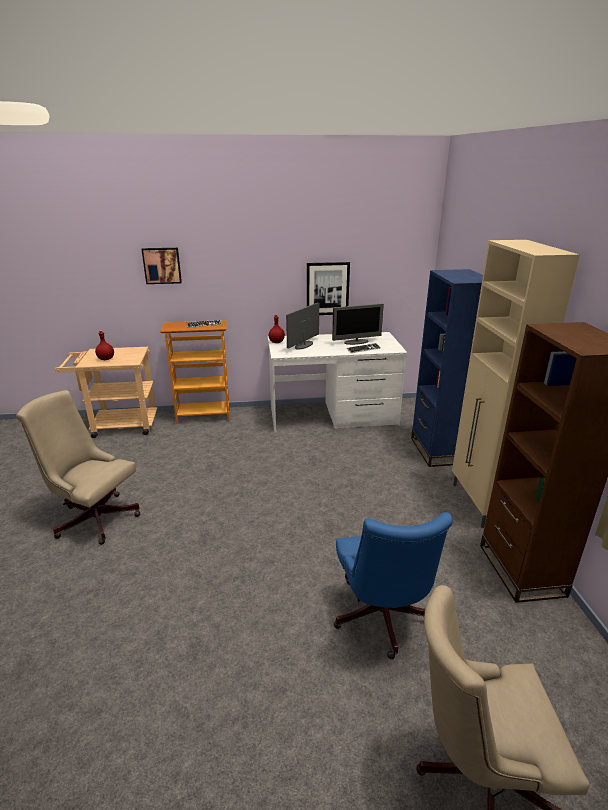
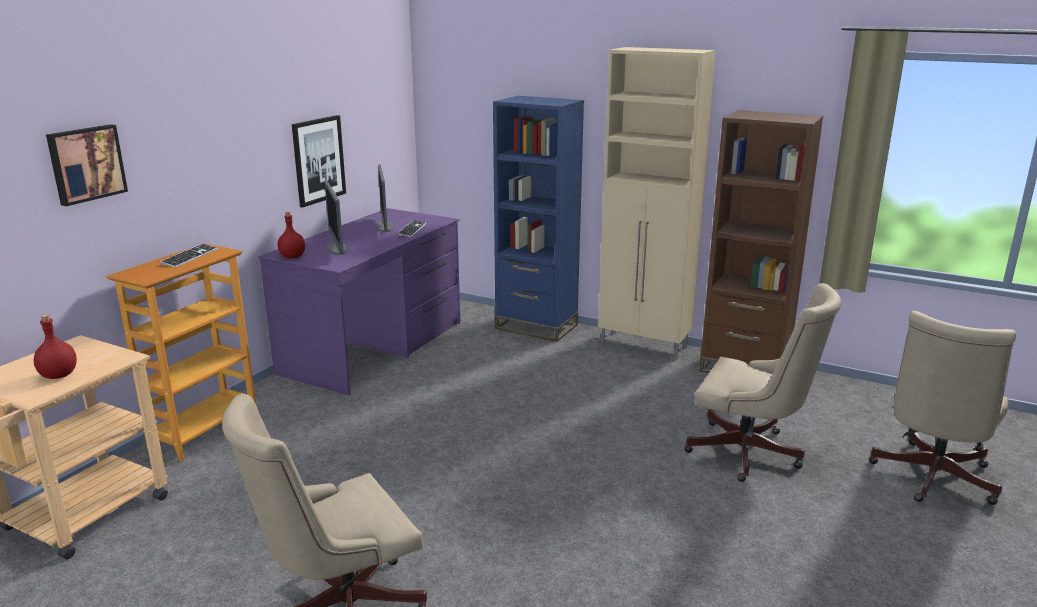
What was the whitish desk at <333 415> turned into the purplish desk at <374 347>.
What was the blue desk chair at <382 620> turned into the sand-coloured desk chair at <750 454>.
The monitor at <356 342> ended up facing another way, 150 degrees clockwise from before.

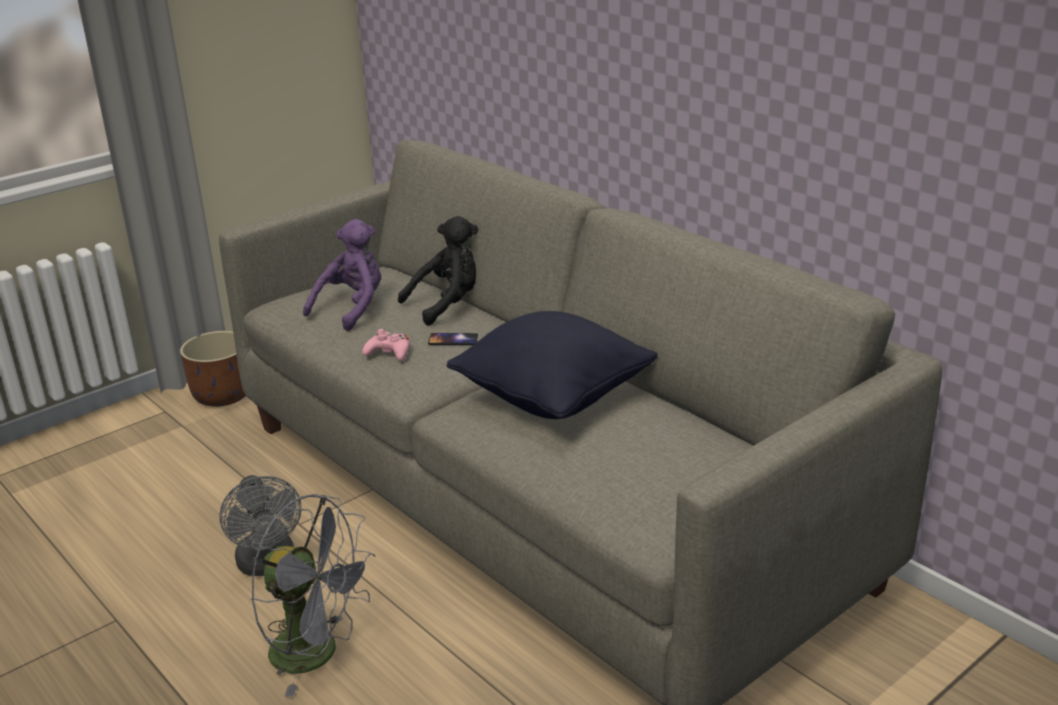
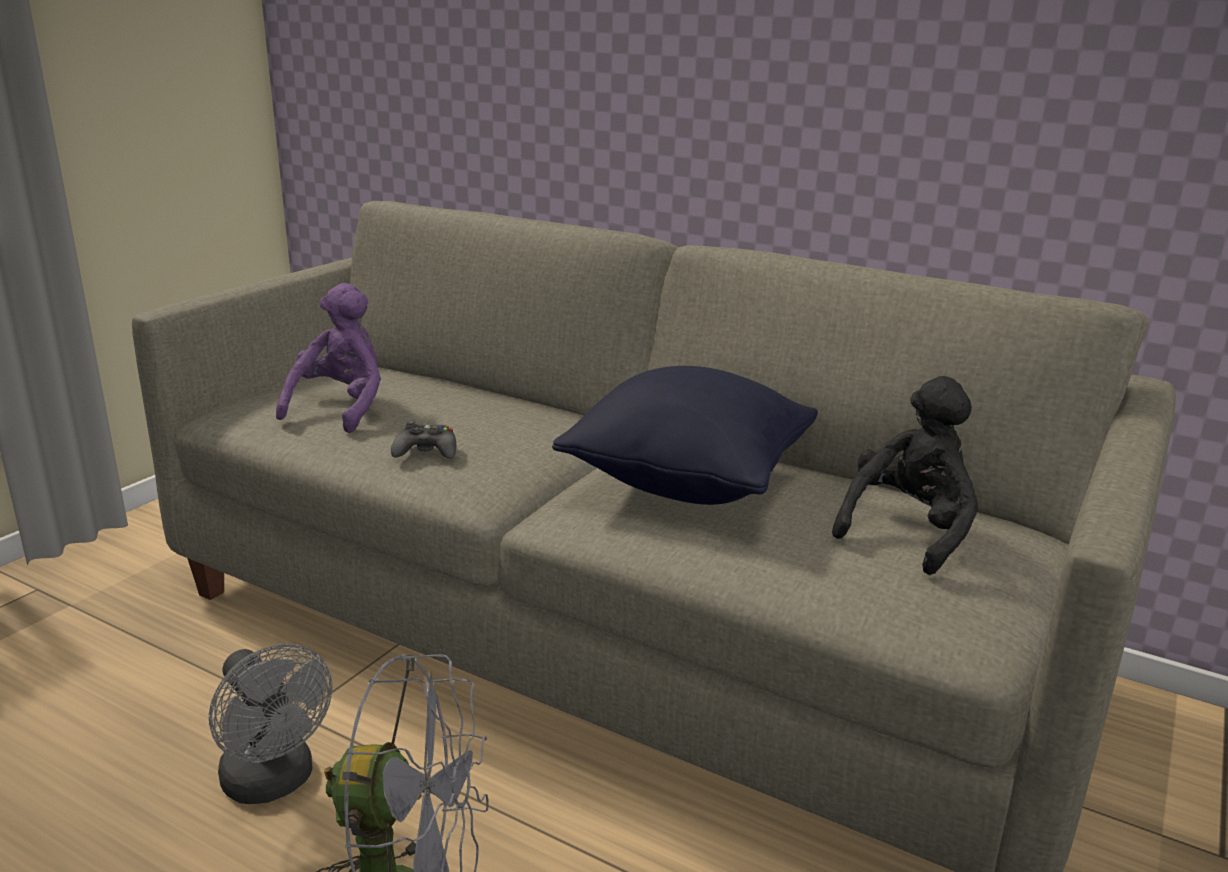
The second view lost the brownish plant pot at <223 395>.
The second view lost the handset at <453 340>.
The black soft toy ended up elsewhere, having gone from <448 304> to <908 531>.
What was the pink-coloured gamepad at <389 352> turned into the black gamepad at <426 452>.

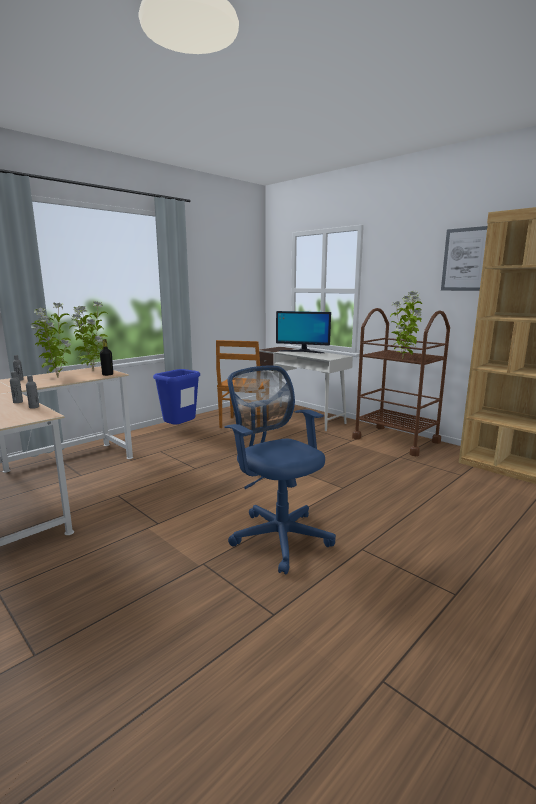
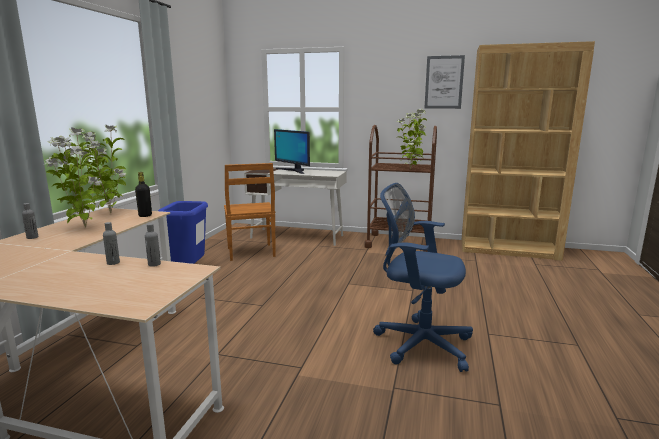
The monitor at <302 351> ended up facing another way, 60 degrees clockwise from before.

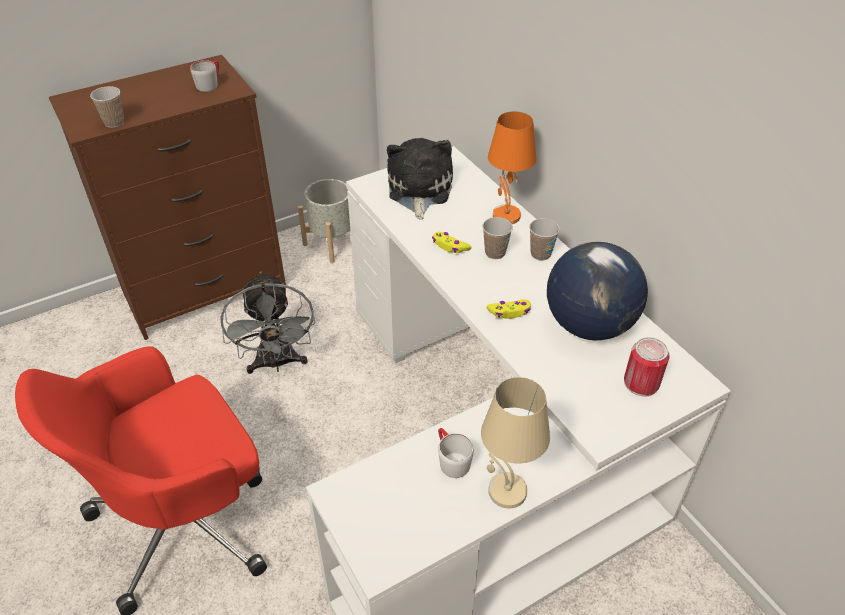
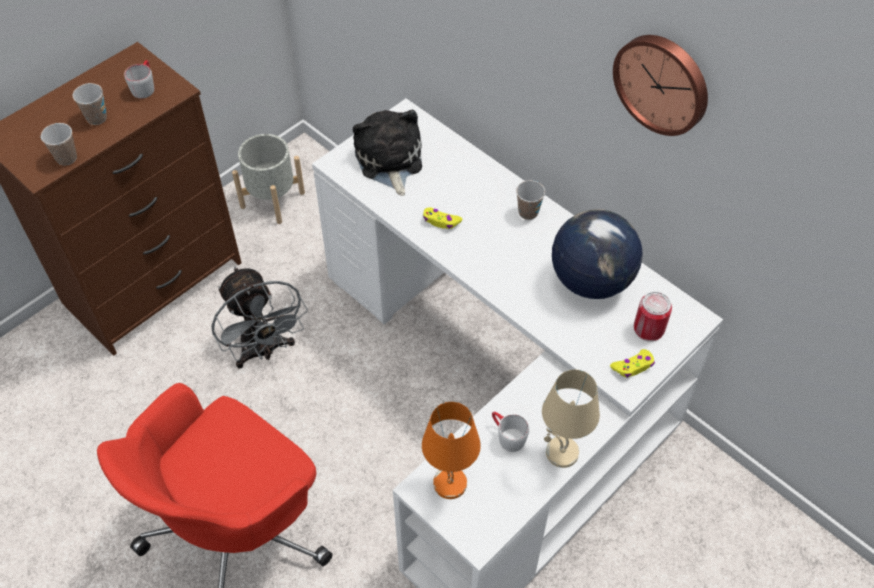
The second view gained the wall clock at <663 83>.
The small cup ended up elsewhere, having gone from <495 253> to <96 118>.
The yellowish gamepad ended up elsewhere, having gone from <509 312> to <633 366>.
The orange-coloured table lamp ended up elsewhere, having gone from <505 215> to <448 483>.

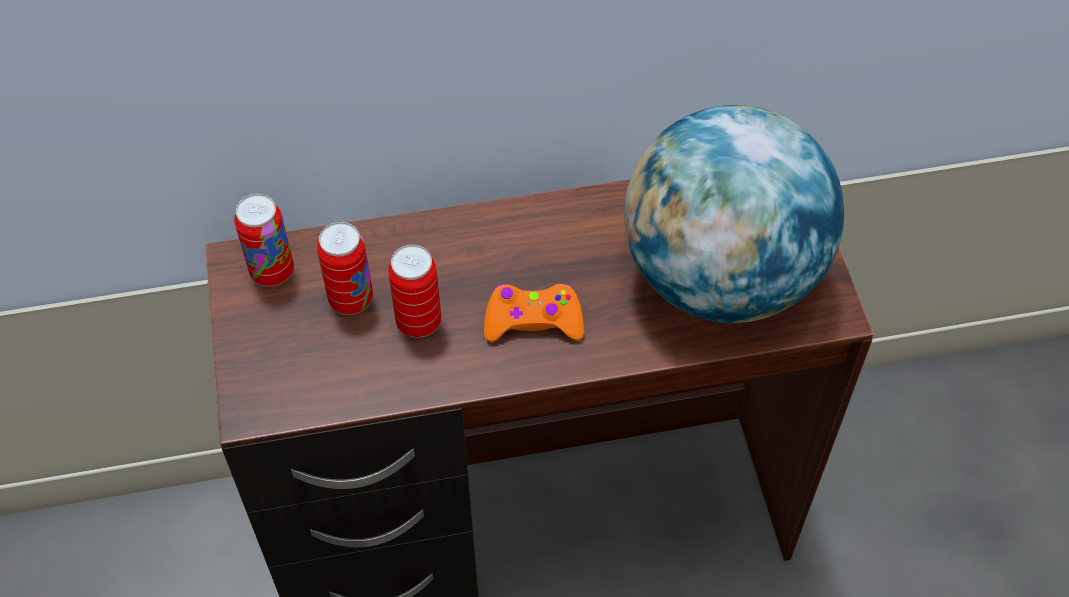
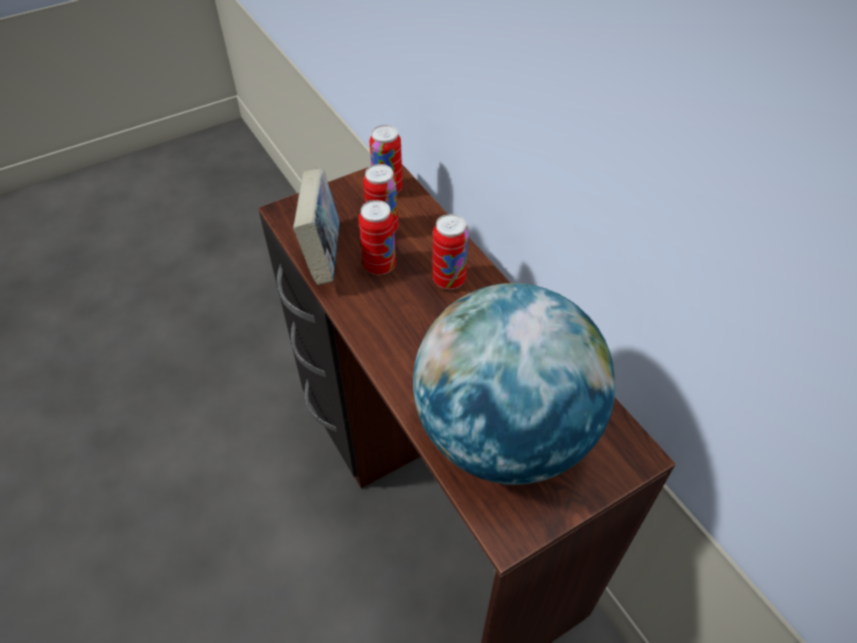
The second view lost the orange-coloured gamepad at <533 320>.
The second view gained the volume at <323 255>.
The second view gained the metal can at <449 280>.

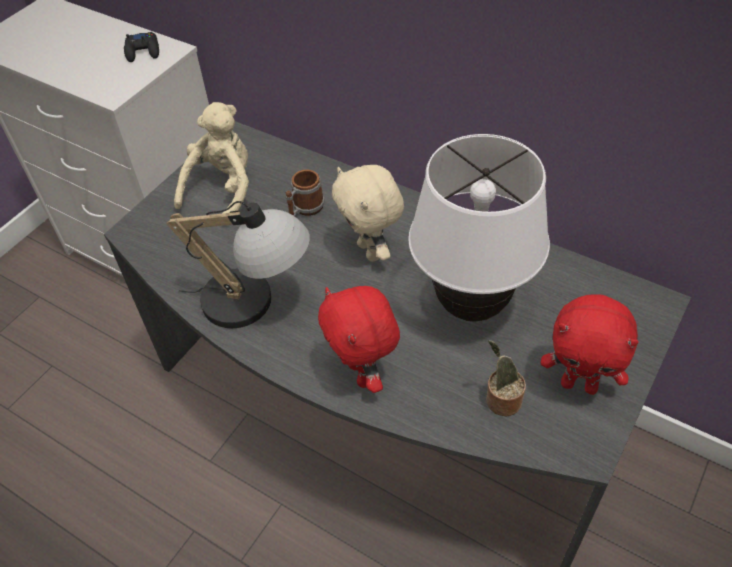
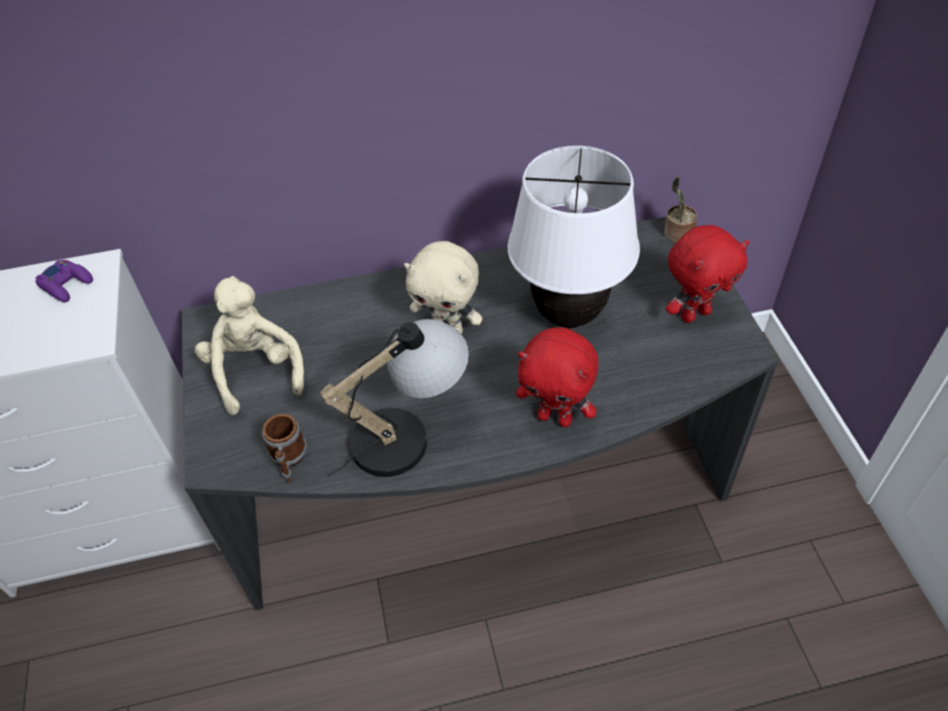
The mug ended up elsewhere, having gone from <304 210> to <289 460>.
The plant in a pot ended up elsewhere, having gone from <500 400> to <676 234>.
What was the black gamepad at <143 51> turned into the purplish gamepad at <67 284>.

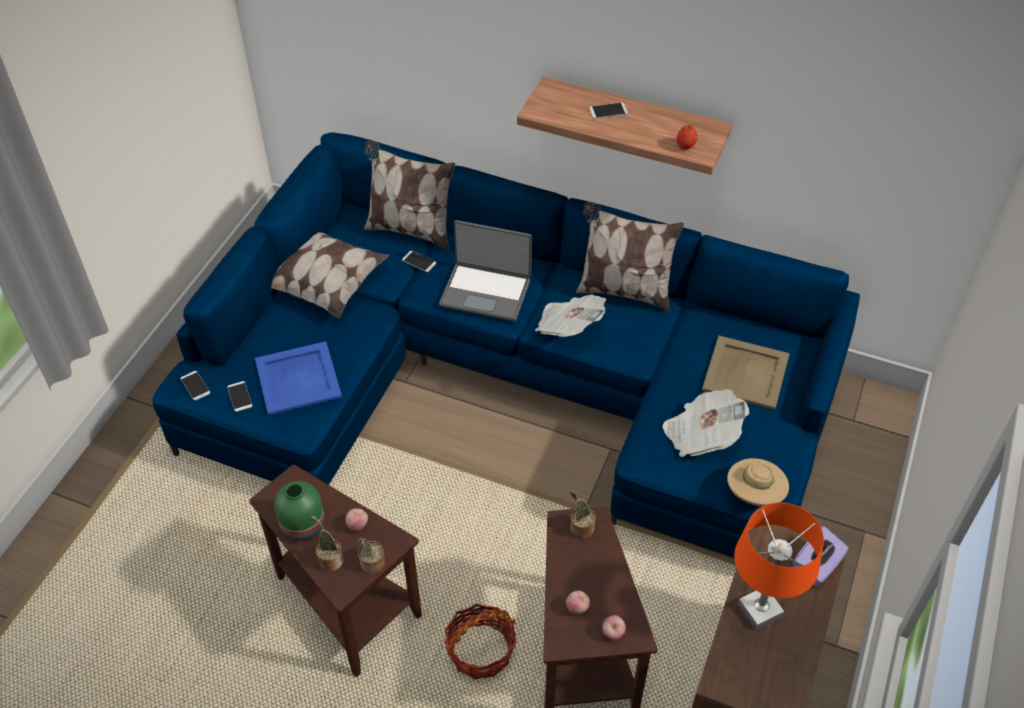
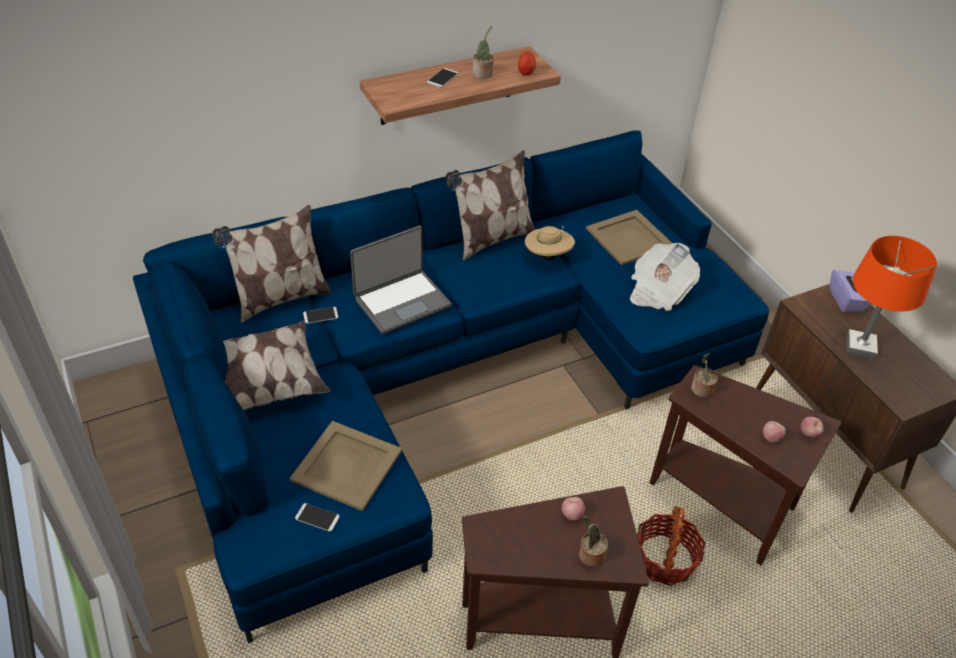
The second view lost the handset at <195 386>.
The second view lost the green flower vase at <302 524>.
The second view lost the daily paper at <569 327>.
The plant in a pot ended up elsewhere, having gone from <371 564> to <483 74>.
The sand-coloured clothing hat ended up elsewhere, having gone from <754 495> to <548 256>.
What was the blue carrying tray at <298 378> turned into the sand-coloured carrying tray at <346 464>.

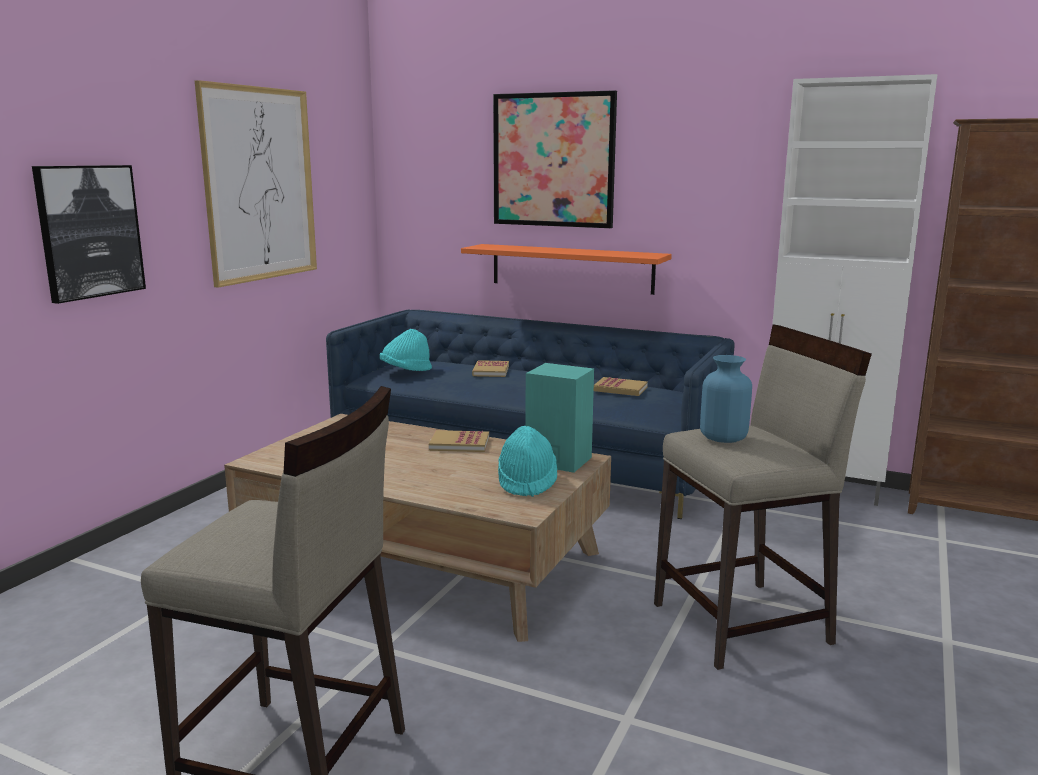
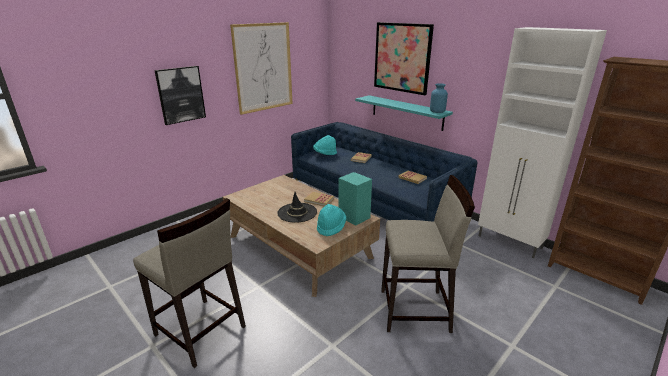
The second view gained the black clothing hat at <297 213>.
The blue flower vase ended up elsewhere, having gone from <723 438> to <437 112>.
What was the orange-coloured shelf at <571 268> turned into the turquoise shelf at <406 112>.

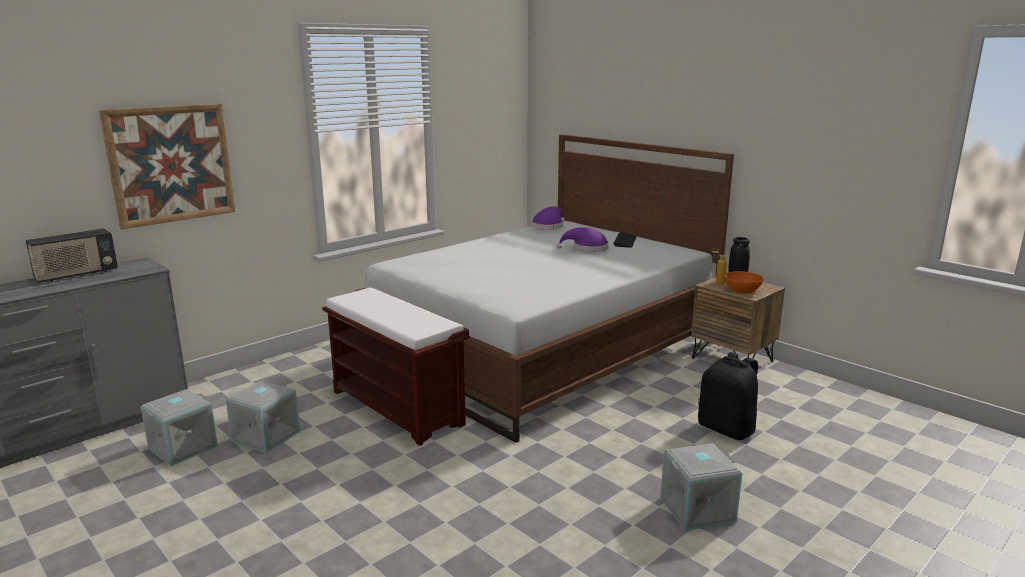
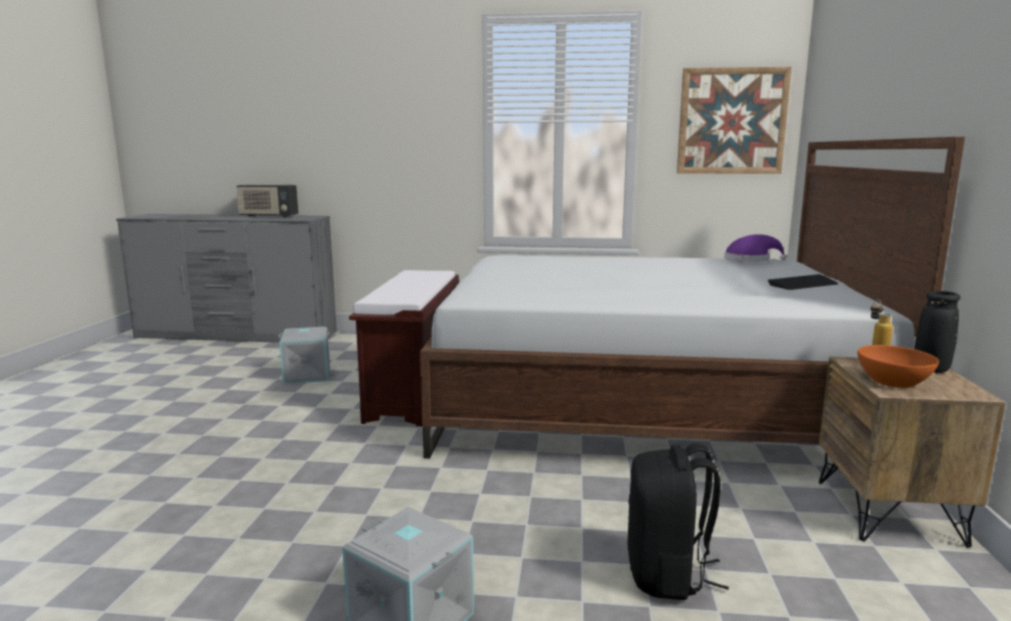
The second view lost the greyish storage container at <183 447>.
The second view lost the purplish clothing hat at <587 248>.
The picture ended up elsewhere, having gone from <171 164> to <732 121>.

